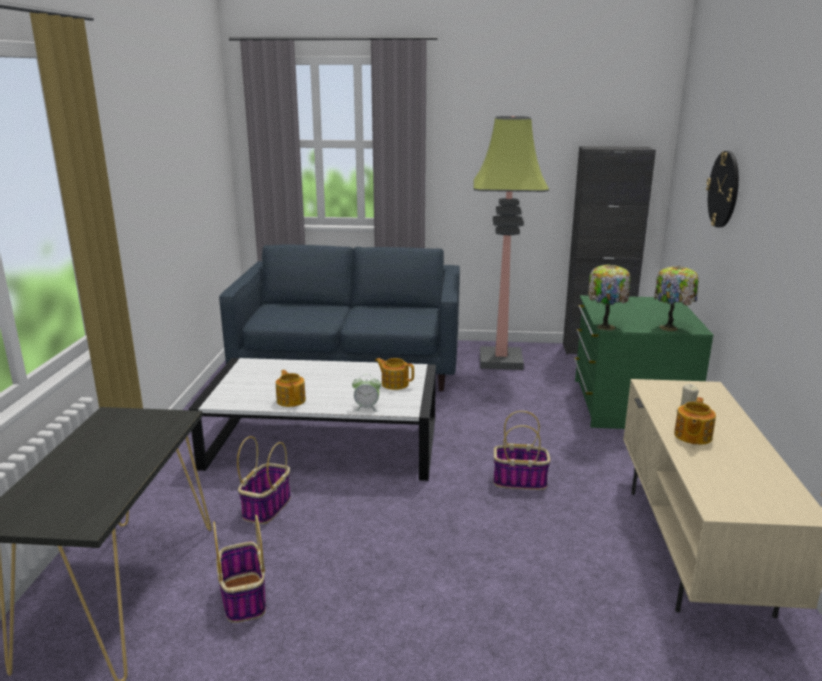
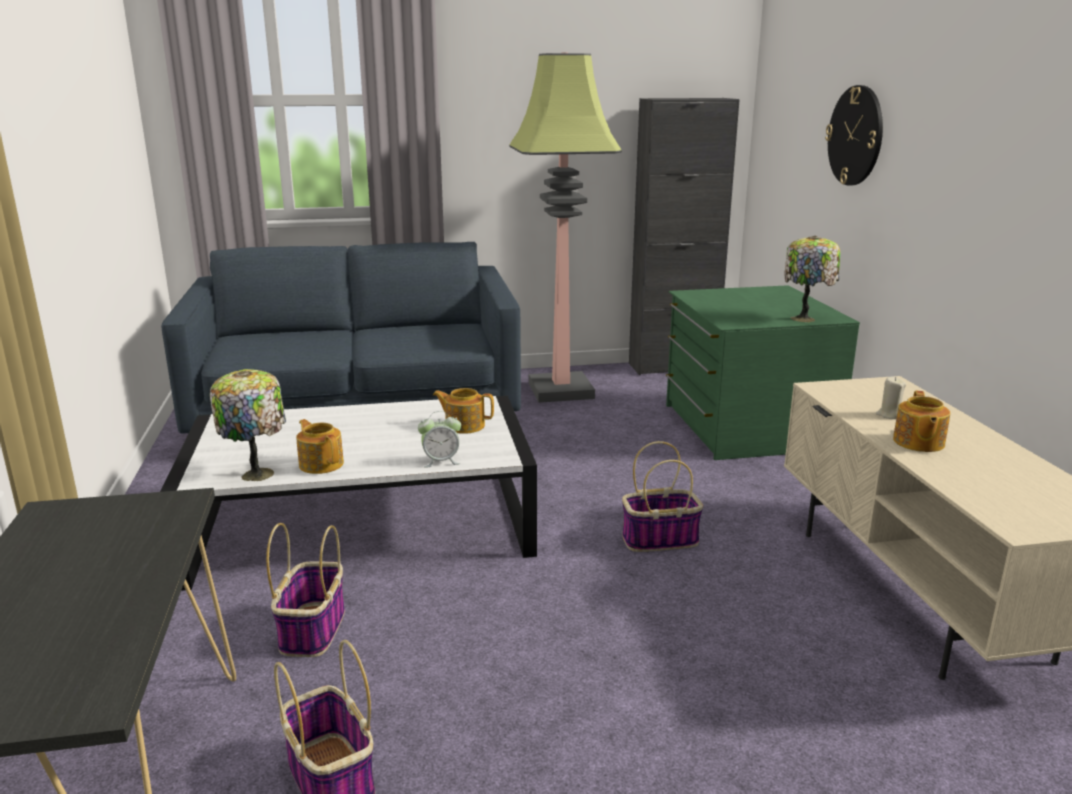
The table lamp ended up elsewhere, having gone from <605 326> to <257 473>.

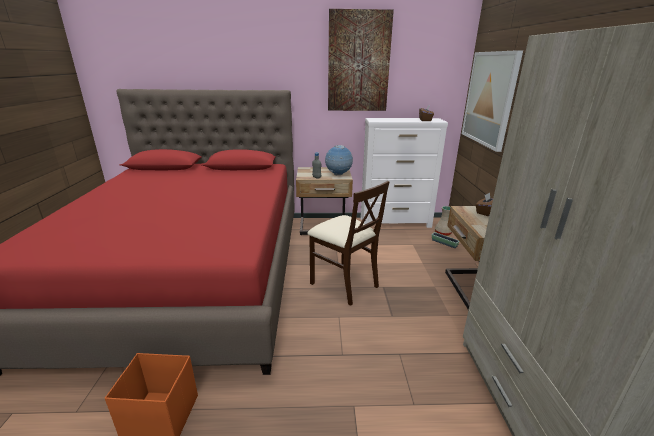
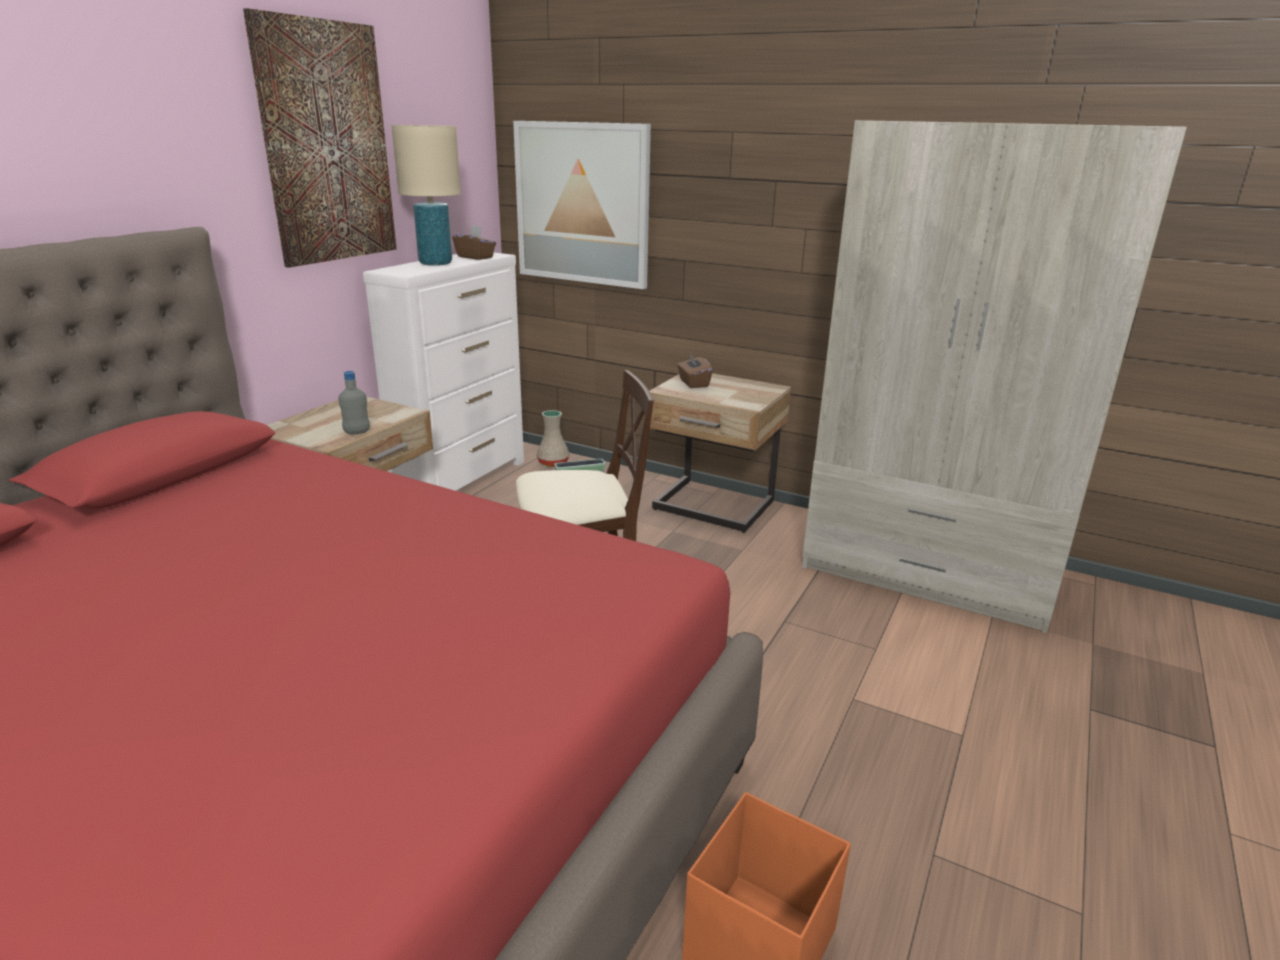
The second view lost the world globe at <338 175>.
The second view gained the sand-coloured table lamp at <435 263>.

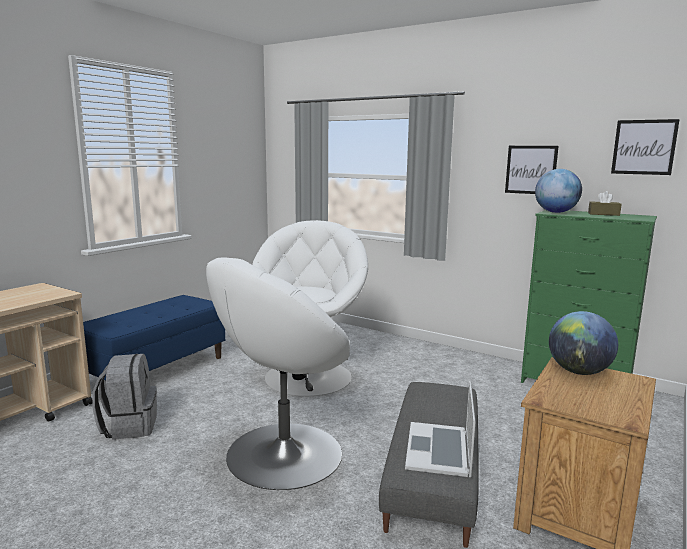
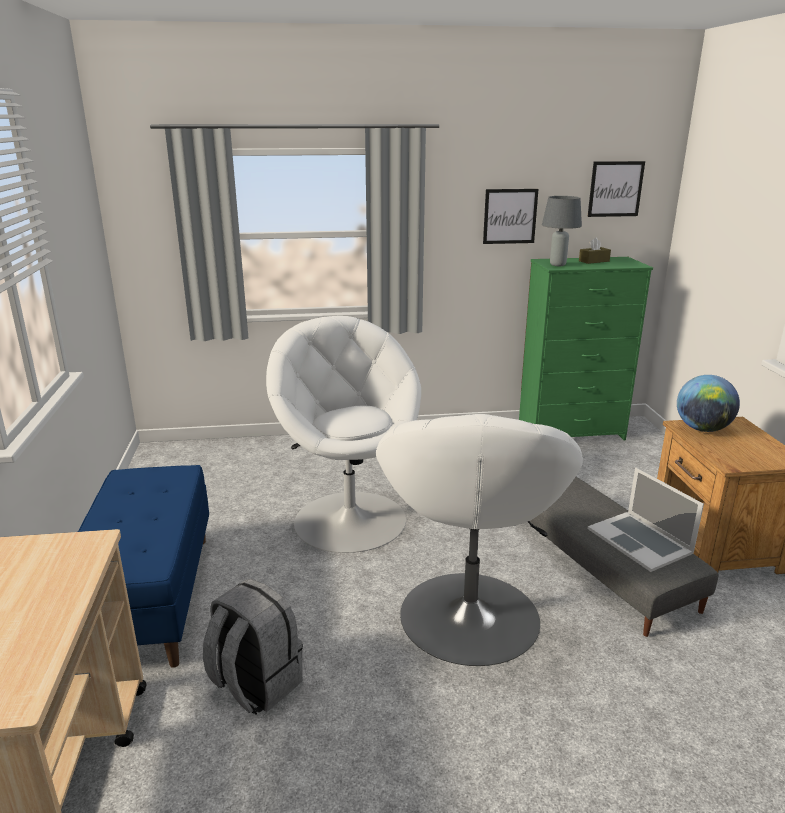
Where the world globe stood at <556 212>, the greyish table lamp came to stand at <557 265>.

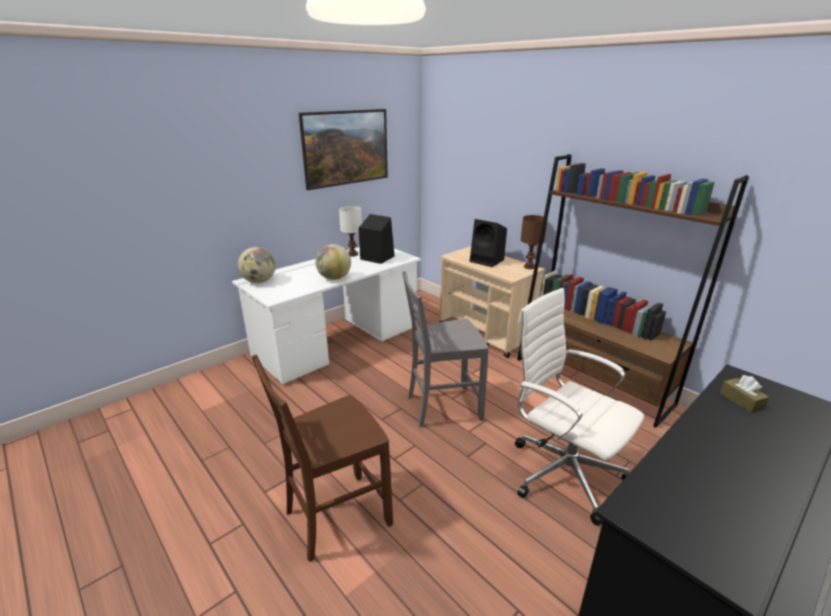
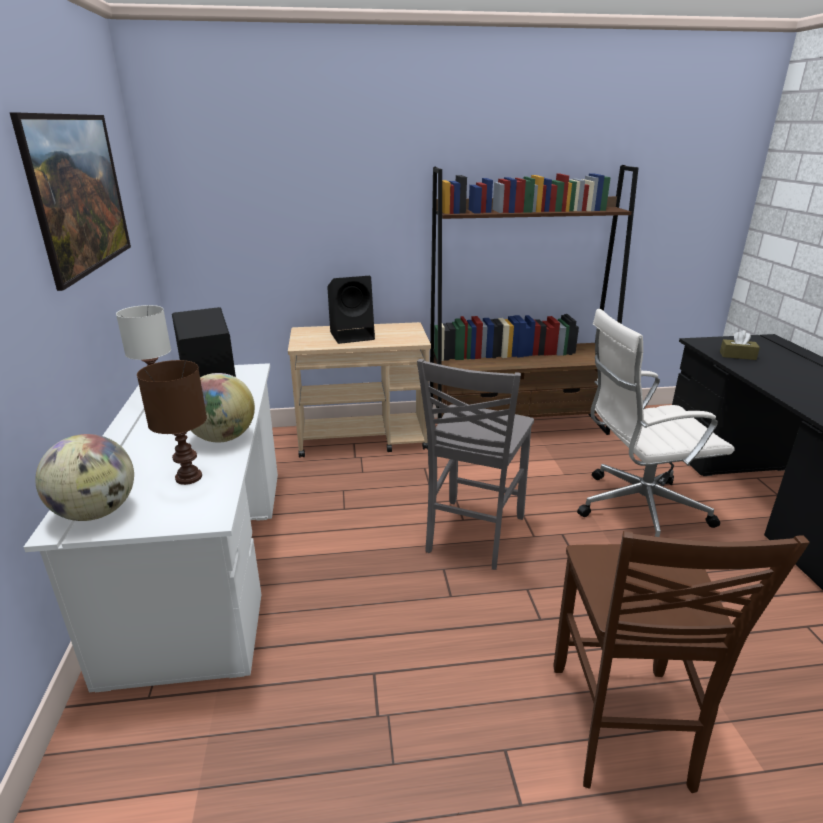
The brownish table lamp ended up elsewhere, having gone from <529 267> to <188 477>.

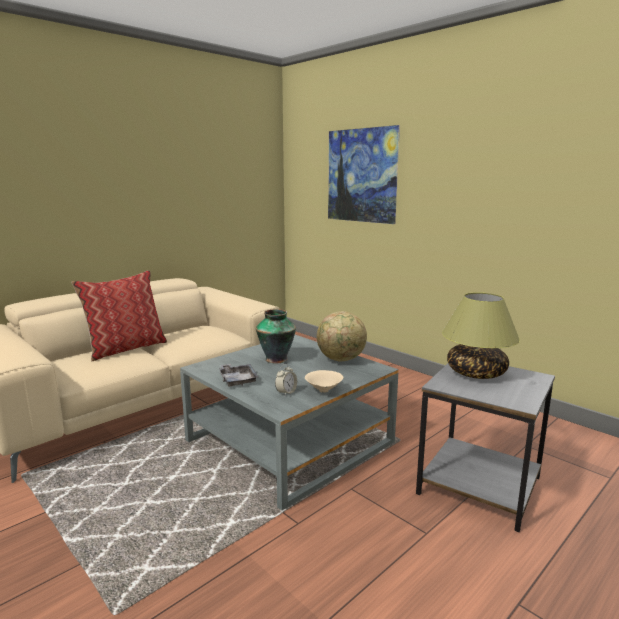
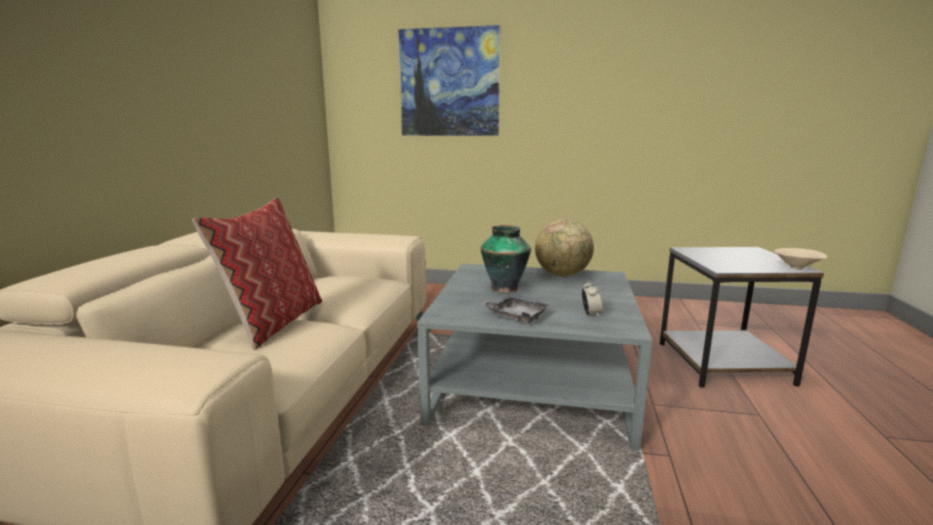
The second view lost the table lamp at <475 373>.
The sand-coloured serving bowl ended up elsewhere, having gone from <323 391> to <798 268>.

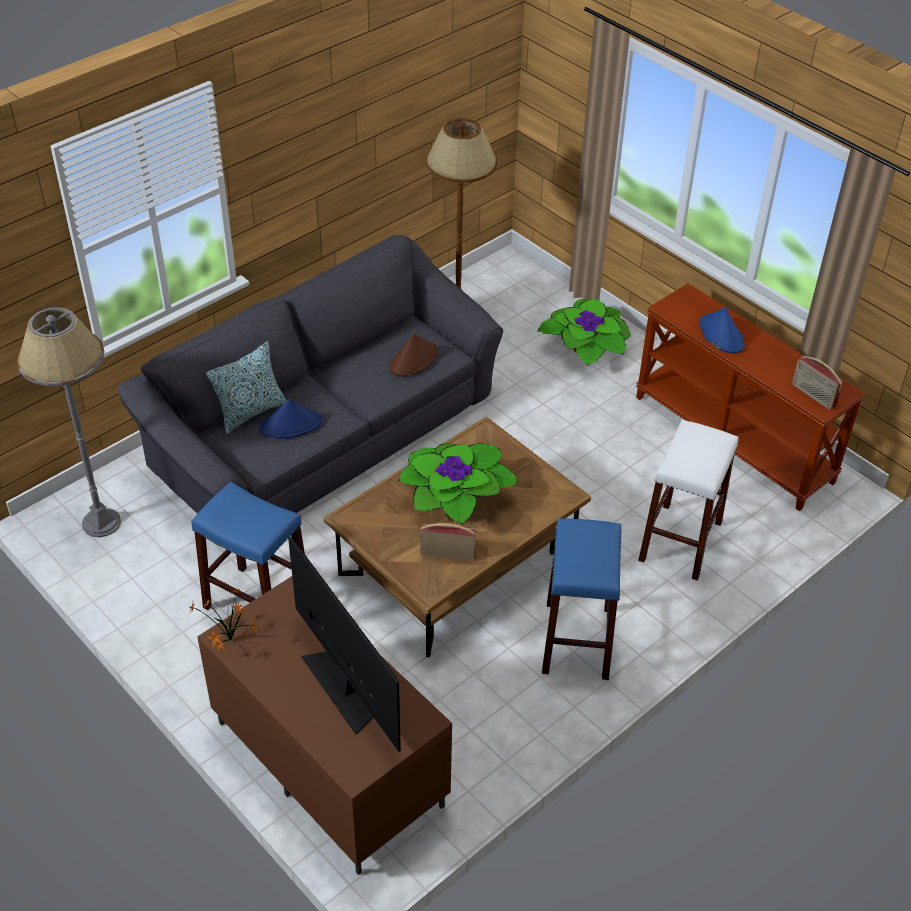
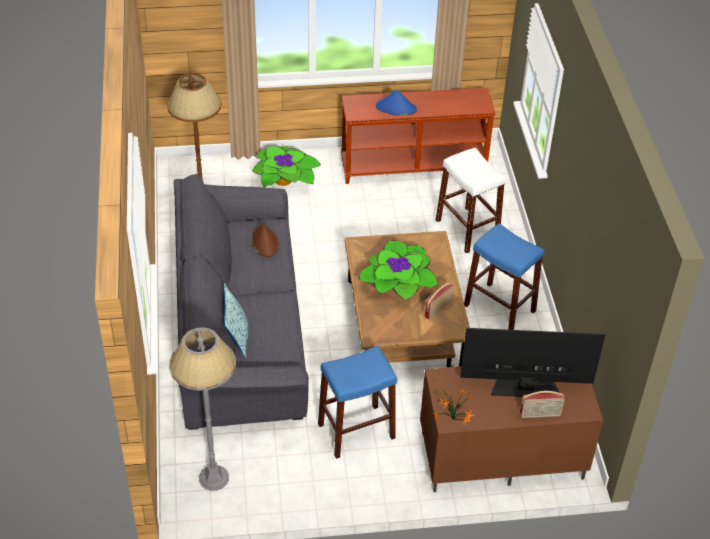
The second view lost the blue clothing hat at <291 425>.
The radio receiver ended up elsewhere, having gone from <813 395> to <540 414>.

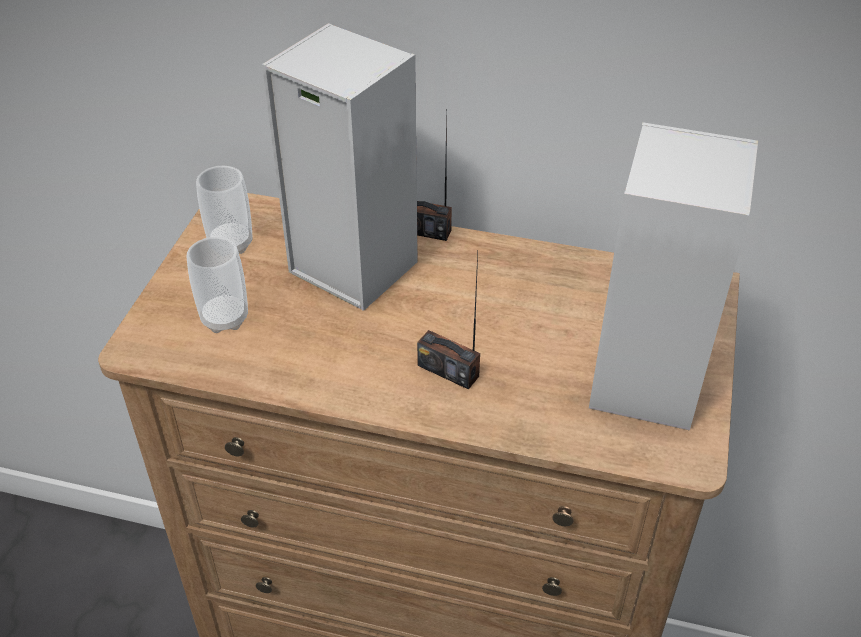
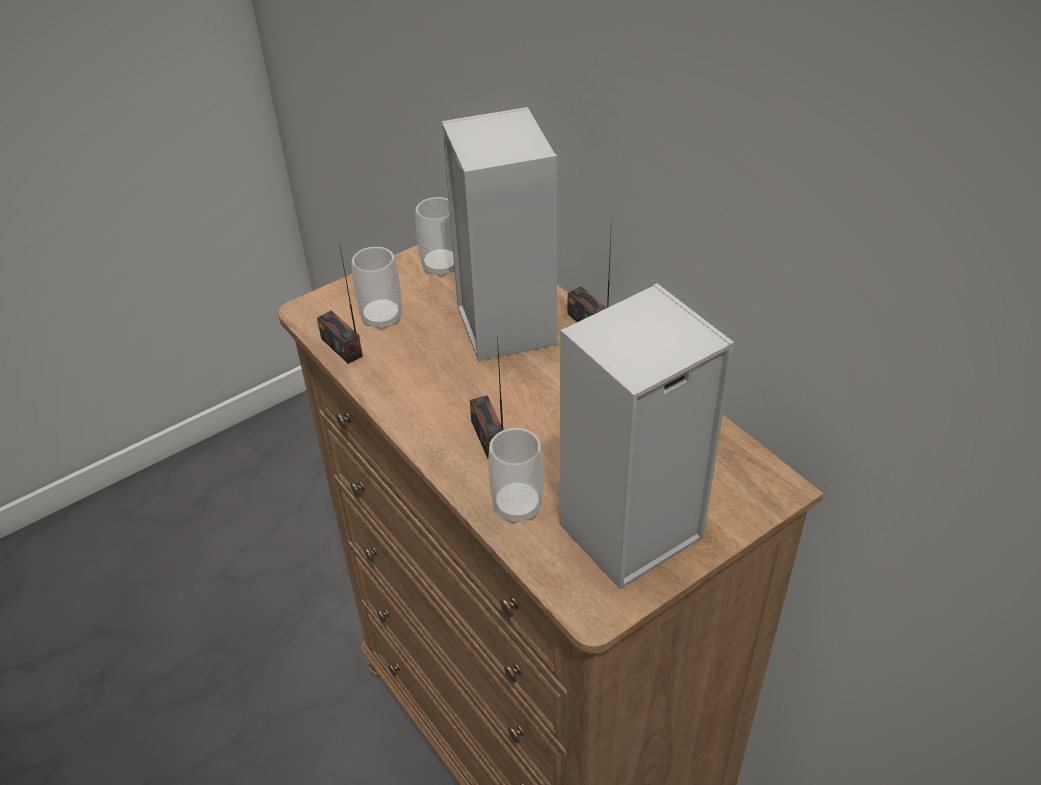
The second view gained the radio receiver at <342 347>.
The second view gained the small cup at <517 506>.

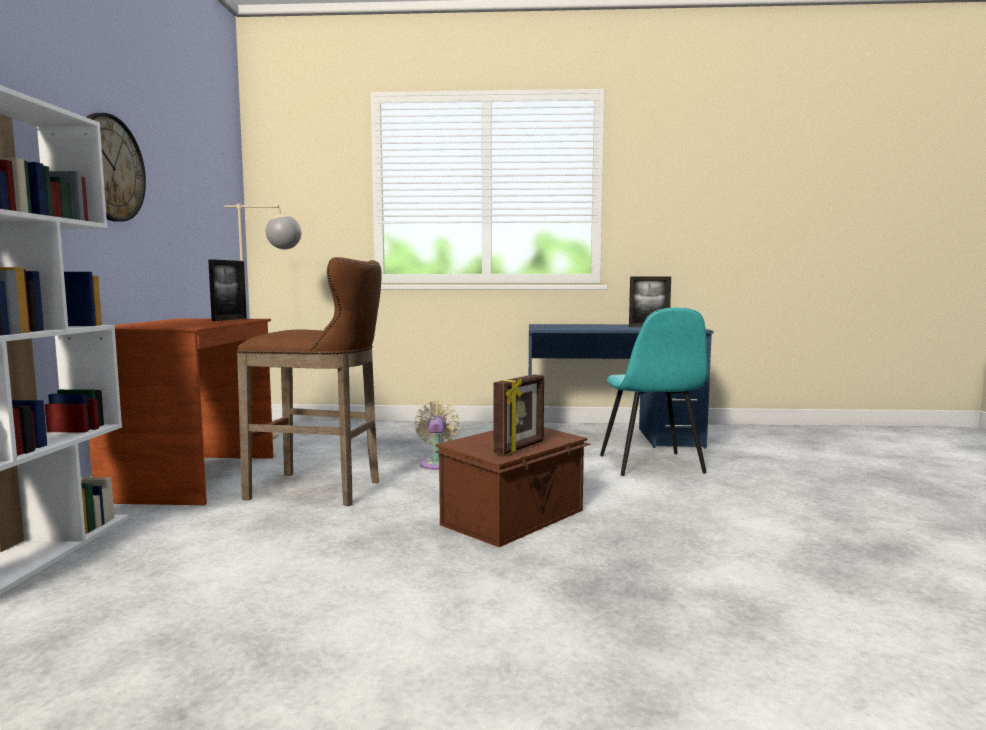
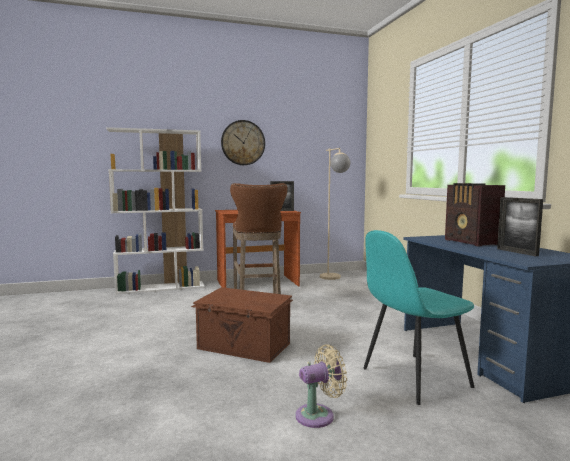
The second view lost the picture frame at <520 448>.
The second view gained the radio receiver at <472 242>.
The sand-coloured fan ended up elsewhere, having gone from <437 463> to <318 415>.

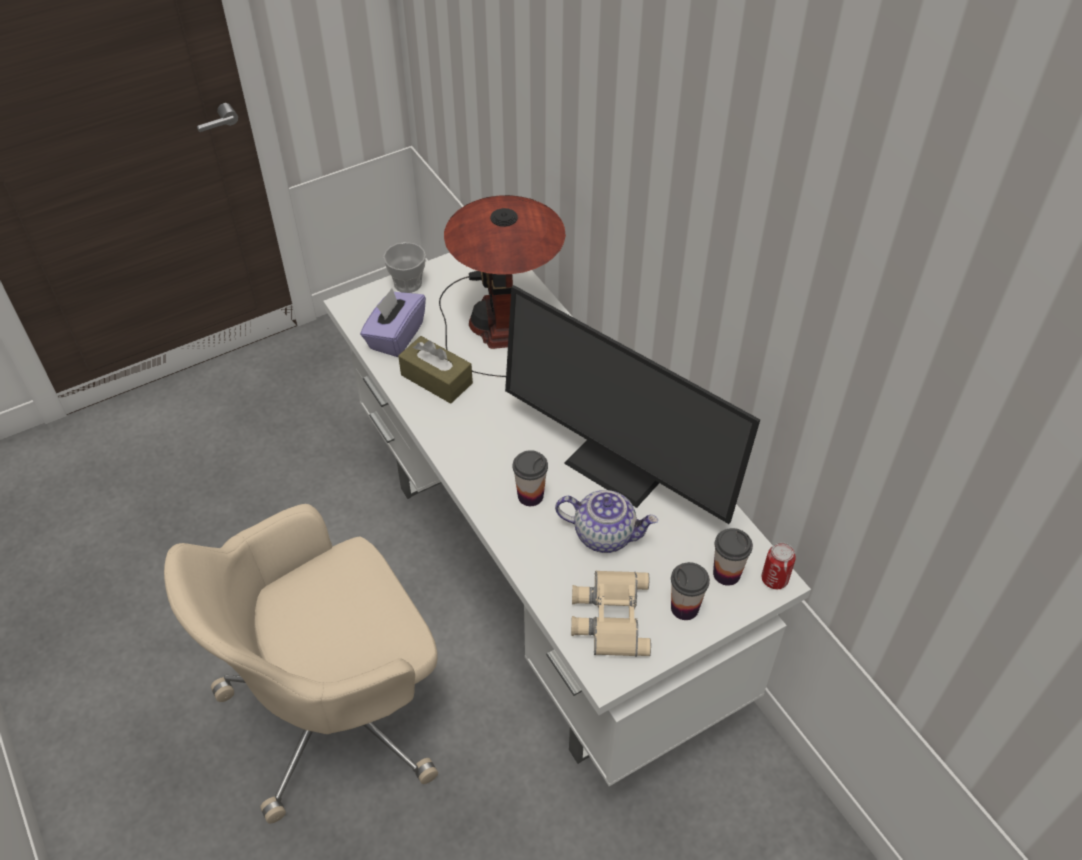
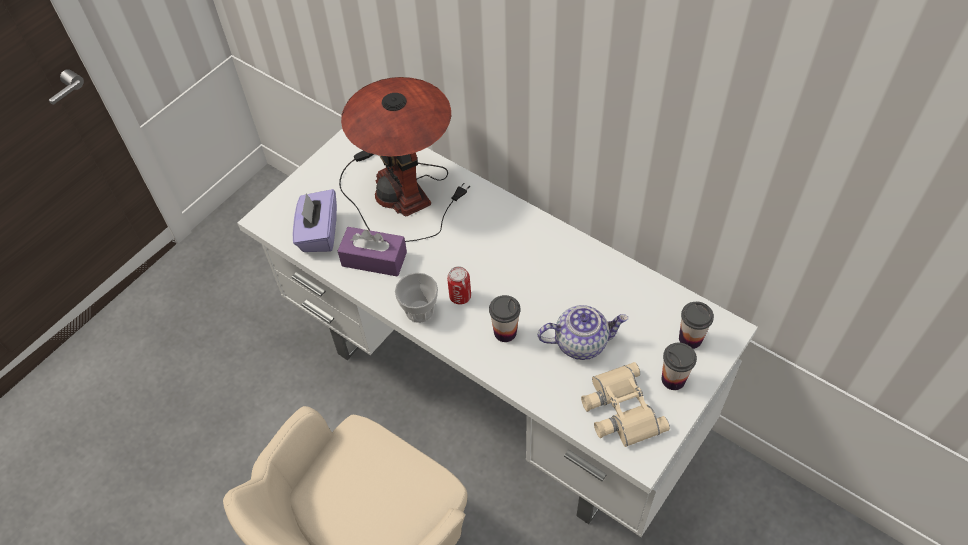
The second view lost the monitor at <623 460>.
The small cup ended up elsewhere, having gone from <407 283> to <419 310>.
The metal can ended up elsewhere, having gone from <774 579> to <460 296>.
What was the brownish box of tissues at <436 379> turned into the purplish box of tissues at <374 259>.

